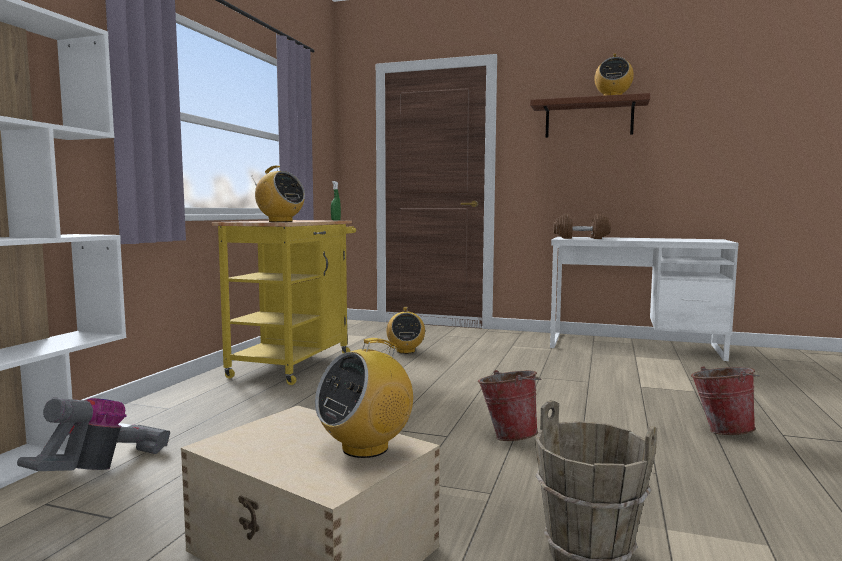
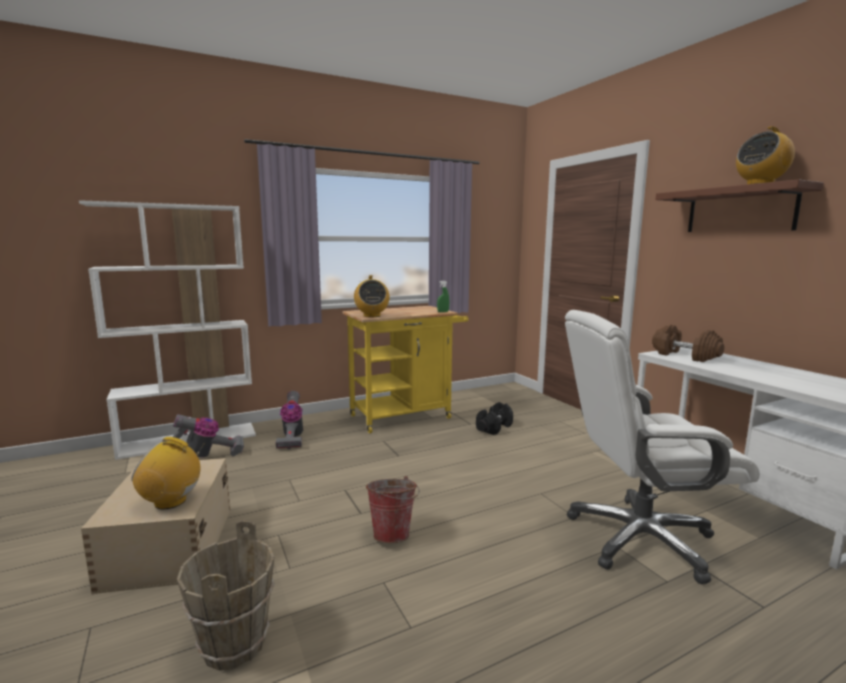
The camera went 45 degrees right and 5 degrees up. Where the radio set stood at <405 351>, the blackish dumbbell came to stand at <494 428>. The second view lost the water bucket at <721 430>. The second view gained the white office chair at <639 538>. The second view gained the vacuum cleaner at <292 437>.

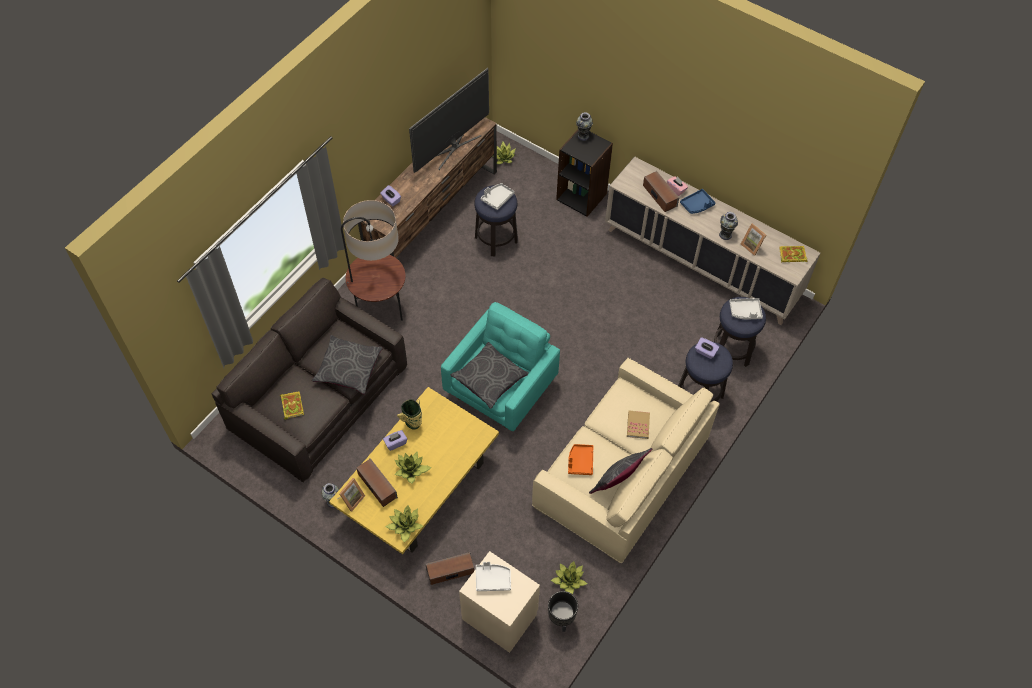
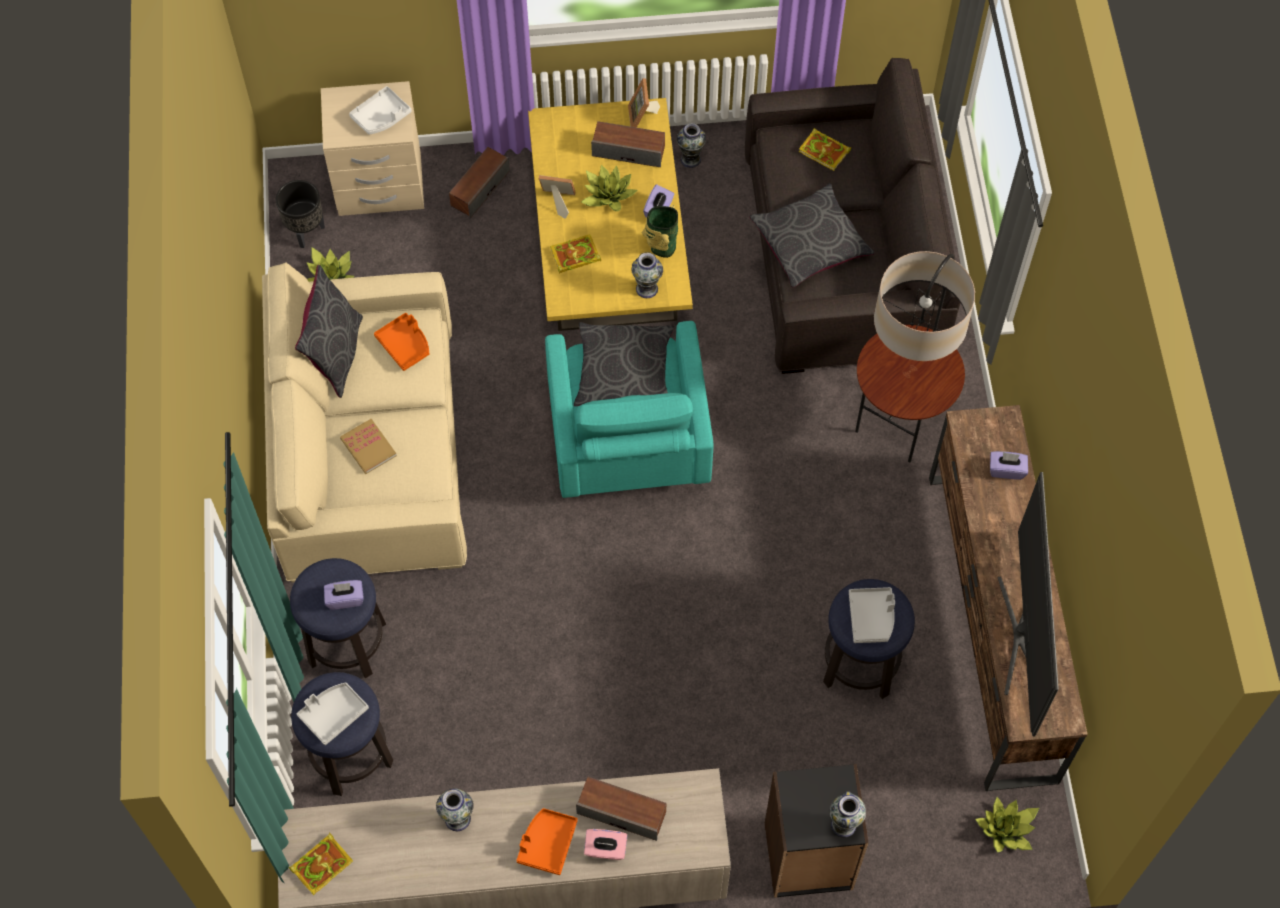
The camera went 140 degrees right and 5 degrees up. What was the blue serving tray at <697 205> turned into the orange-coloured serving tray at <547 843>. The standing frame ended up elsewhere, having gone from <752 246> to <557 201>. The second view lost the plant in a pot at <405 526>. The second view gained the volume at <574 256>. The second view gained the decorative vase at <647 288>.

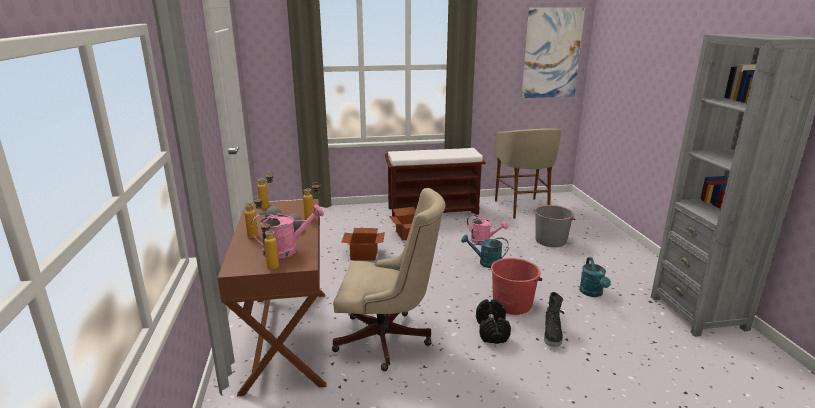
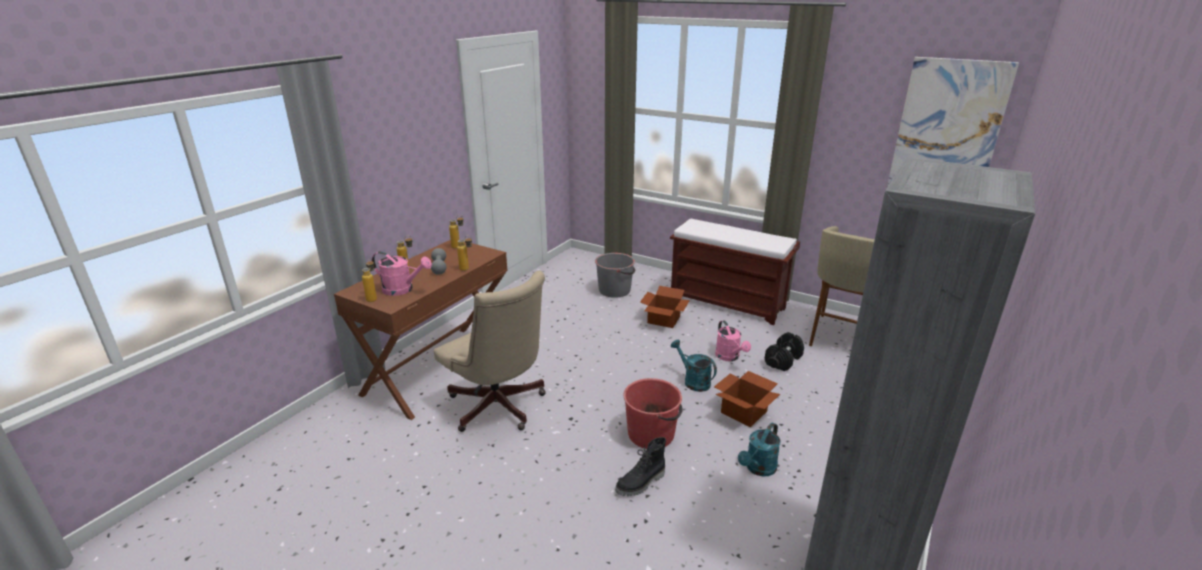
The camera went 40 degrees right and 5 degrees up. The gray water bucket ended up elsewhere, having gone from <551 240> to <615 290>. The carton ended up elsewhere, having gone from <364 254> to <745 412>. The blackish dumbbell ended up elsewhere, having gone from <492 331> to <783 360>.

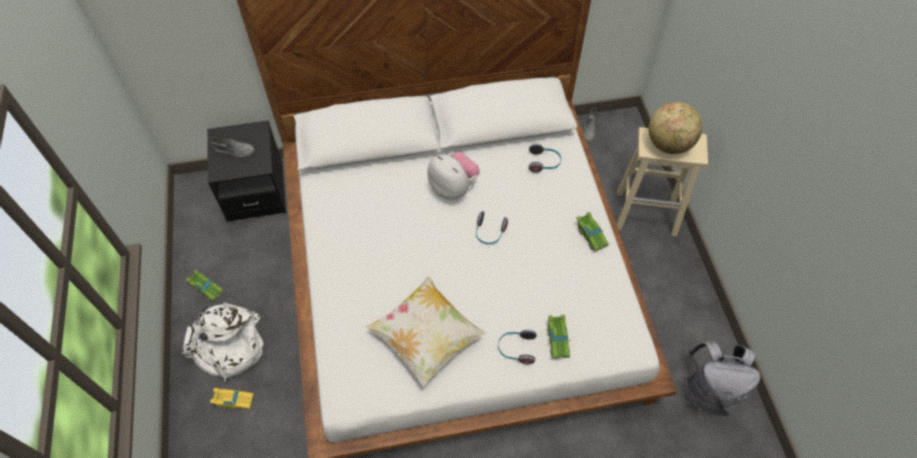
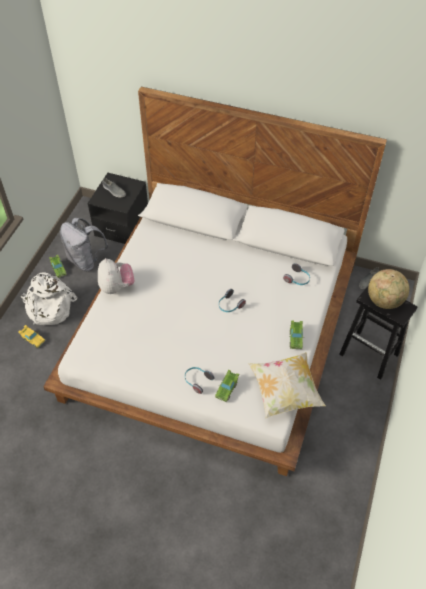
The camera went 30 degrees right and 5 degrees down. What was the sand-coloured stool seat at <647 213> turned into the blackish stool seat at <370 354>. The cuddly toy ended up elsewhere, having gone from <453 187> to <116 287>. The cushion ended up elsewhere, having gone from <426 338> to <285 392>. The gray rucksack ended up elsewhere, having gone from <707 392> to <86 260>.

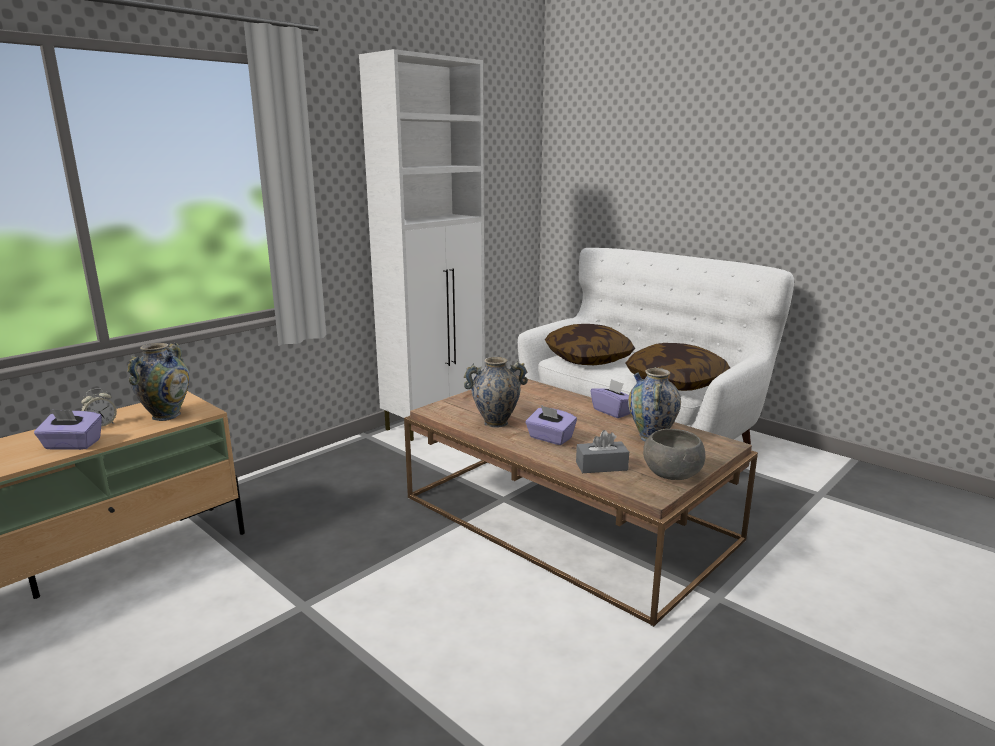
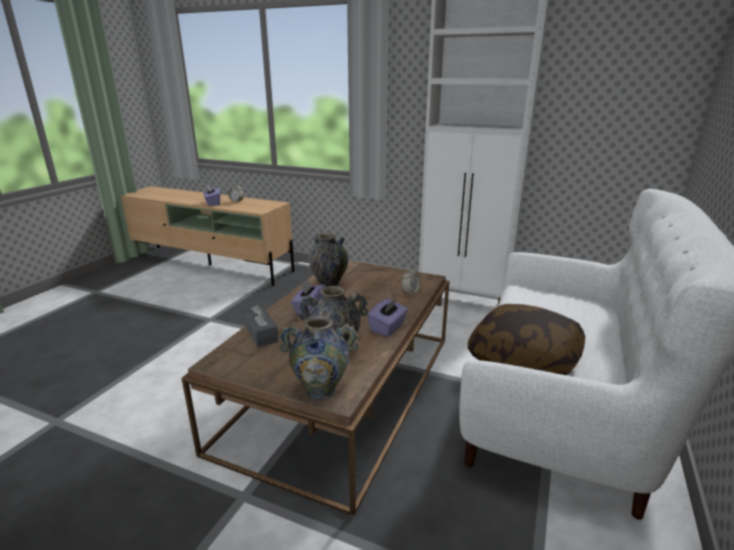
The camera went 70 degrees right and 5 degrees up. The second view lost the cushion at <588 359>. The decorative vase ended up elsewhere, having gone from <166 415> to <321 391>. The second view lost the gray deep dish at <672 473>. The second view gained the bedside clock at <410 293>.

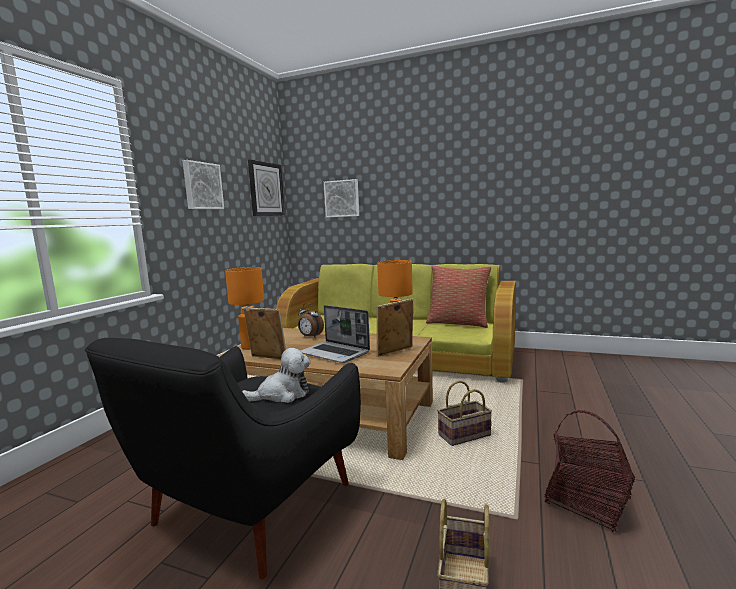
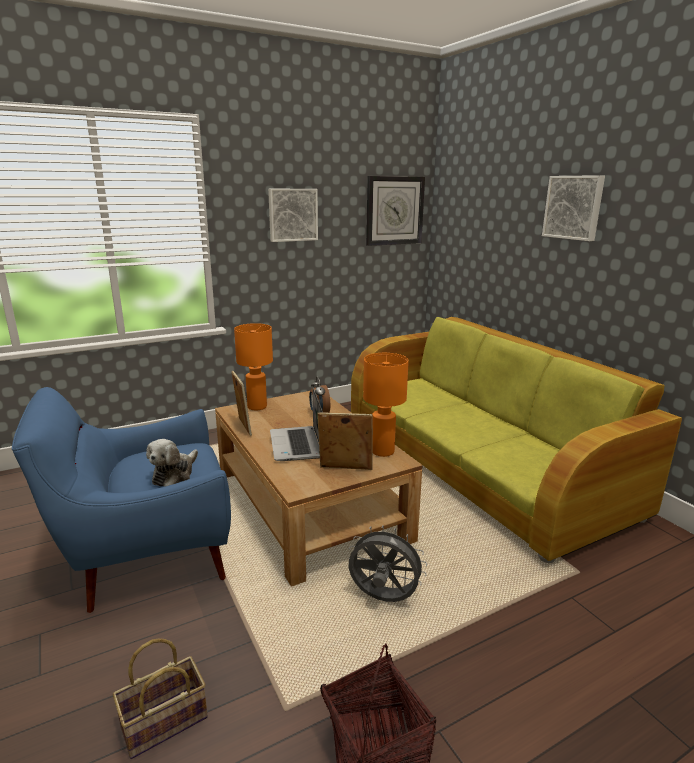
The camera went 40 degrees right and 10 degrees up. The picture ended up elsewhere, having gone from <342 198> to <574 207>. The second view lost the cushion at <458 323>. What was the blackish lounge chair at <247 510> turned into the blue lounge chair at <146 556>. The cuddly toy at <282 394> ended up facing another way, 90 degrees clockwise from before. Where the household basket stood at <464 436>, the gray fan came to stand at <383 599>.

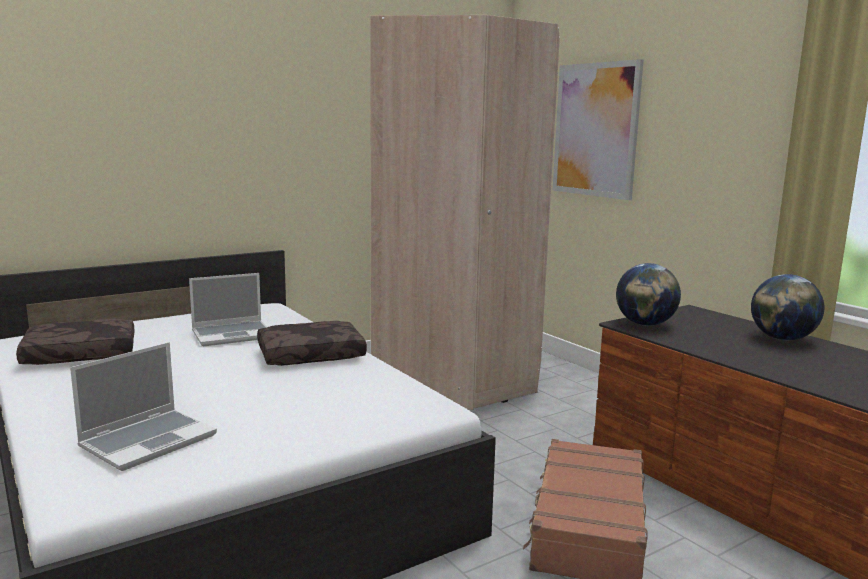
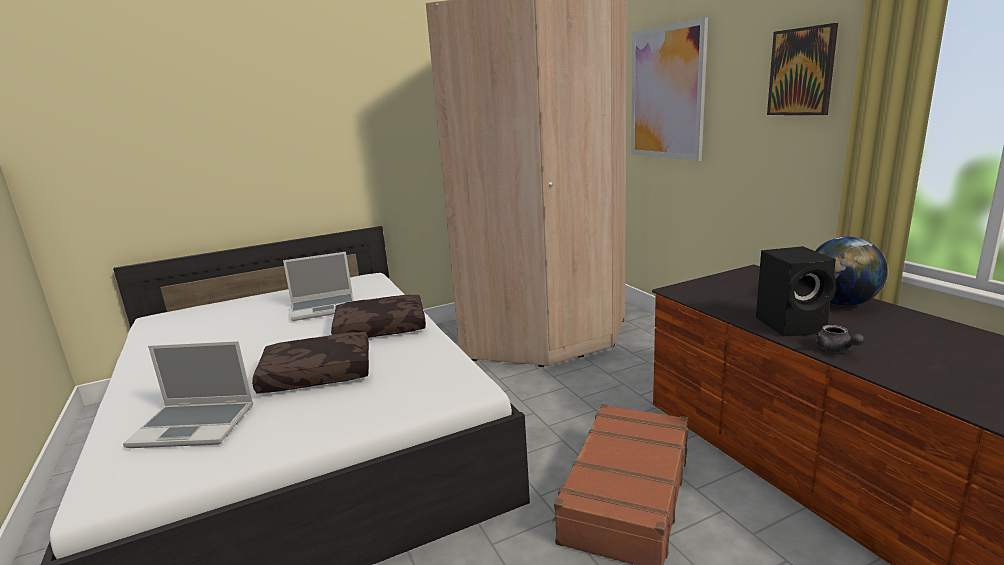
The camera went 10 degrees right and 5 degrees up. The second view lost the globe at <645 324>. The brown-coloured cushion ended up elsewhere, having gone from <79 355> to <316 375>. The notebook computer at <149 440> ended up facing another way, 45 degrees clockwise from before. The second view gained the picture at <801 72>. The second view gained the blackish loudspeaker at <792 325>. The second view gained the gray teapot at <835 350>.

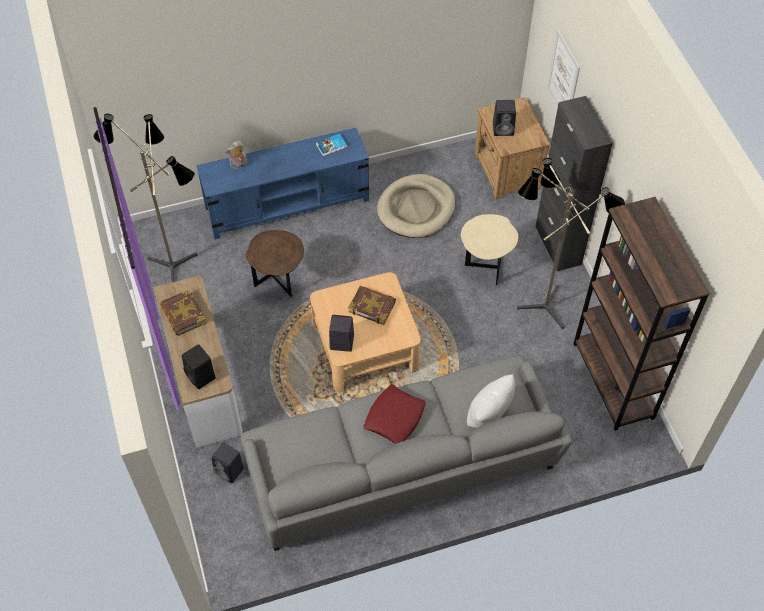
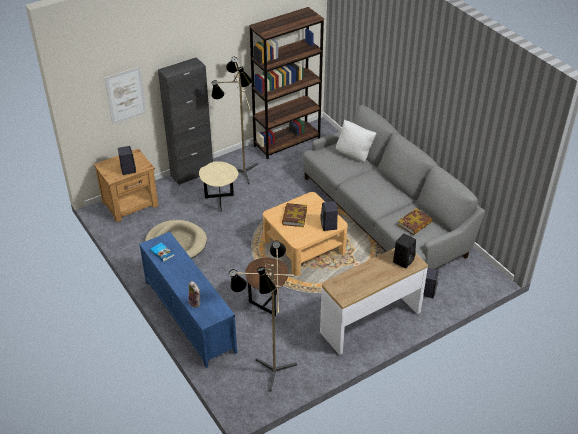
The camera went 105 degrees left and 15 degrees down. The volume ended up elsewhere, having gone from <183 315> to <415 224>. The second view lost the red cushion at <394 417>.

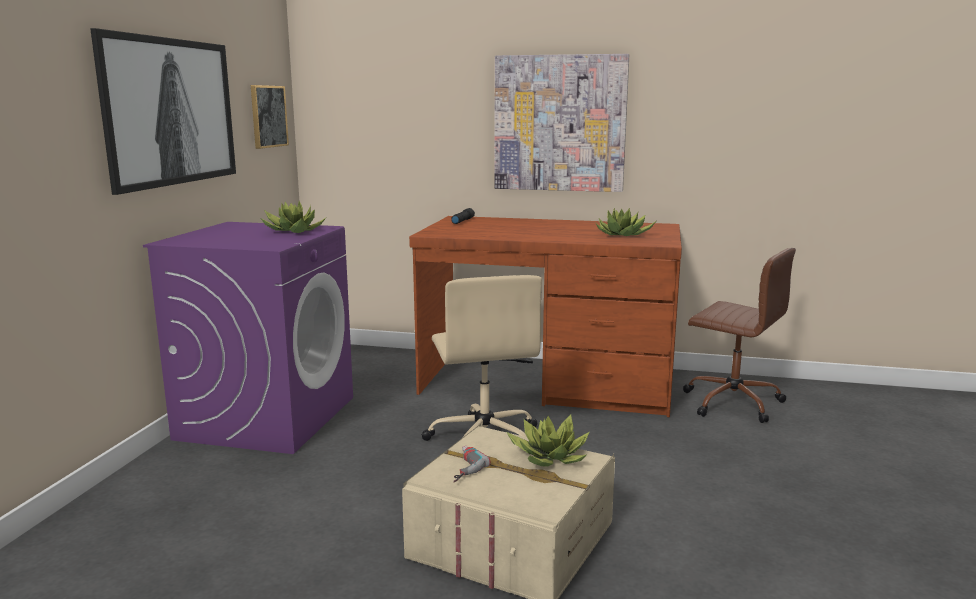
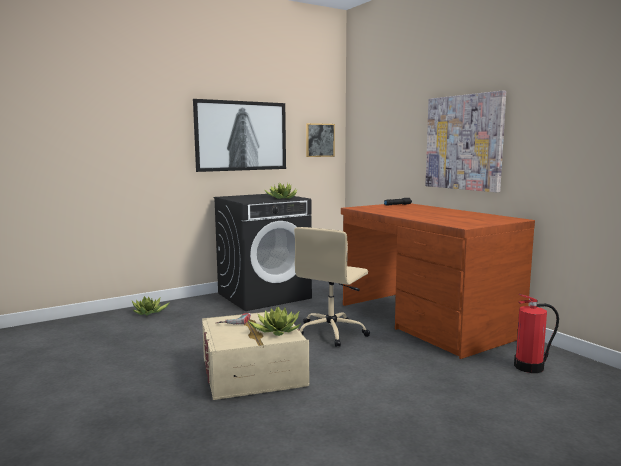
The camera went 45 degrees right and 5 degrees down. The plant in a pot ended up elsewhere, having gone from <623 235> to <149 313>. What was the purplish washing machine at <267 417> turned into the blackish washing machine at <264 295>. Where the brown-coloured office chair stood at <731 402>, the extinguisher came to stand at <530 367>.

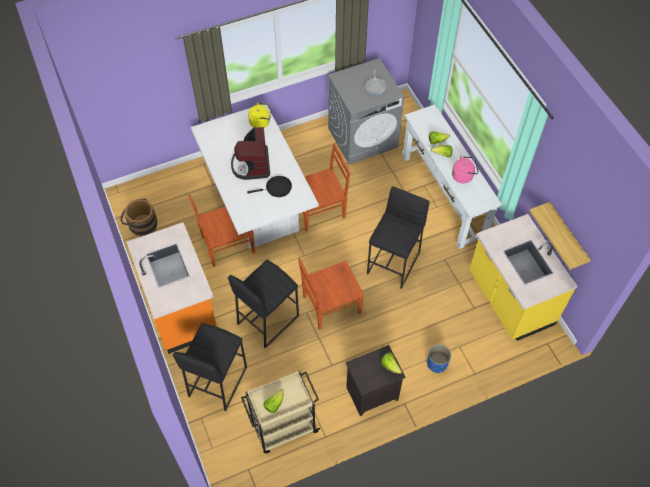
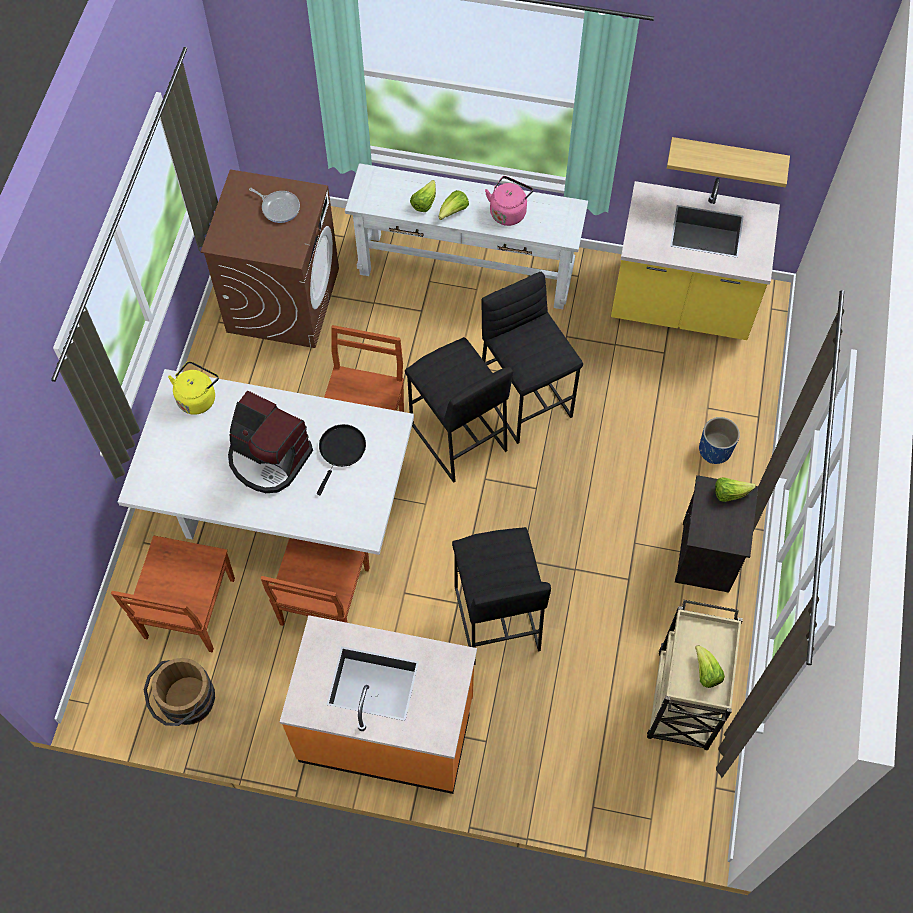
The camera went 55 degrees left and 5 degrees up. What was the gray washing machine at <363 137> turned into the brown-coloured washing machine at <283 299>. The brown-coloured chair ended up elsewhere, having gone from <330 305> to <188 610>. The blackish stool seat ended up elsewhere, having gone from <217 381> to <457 437>.

